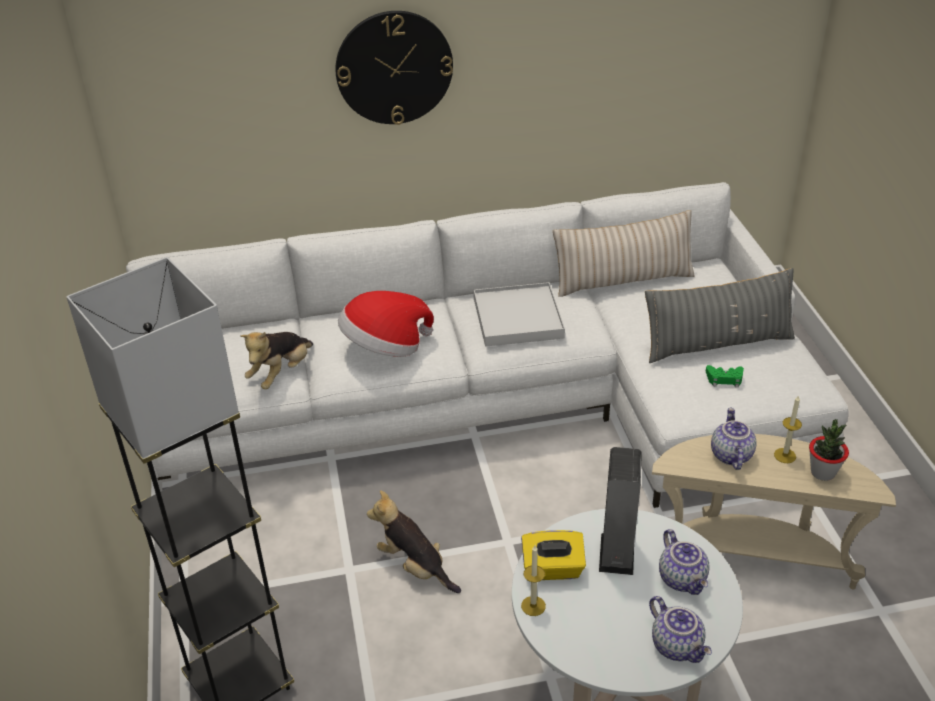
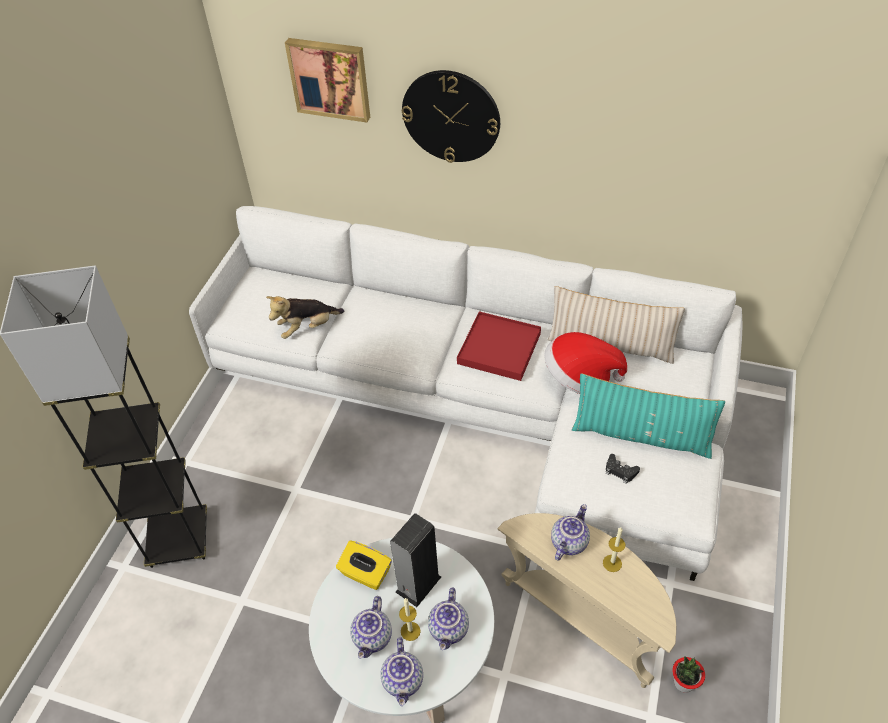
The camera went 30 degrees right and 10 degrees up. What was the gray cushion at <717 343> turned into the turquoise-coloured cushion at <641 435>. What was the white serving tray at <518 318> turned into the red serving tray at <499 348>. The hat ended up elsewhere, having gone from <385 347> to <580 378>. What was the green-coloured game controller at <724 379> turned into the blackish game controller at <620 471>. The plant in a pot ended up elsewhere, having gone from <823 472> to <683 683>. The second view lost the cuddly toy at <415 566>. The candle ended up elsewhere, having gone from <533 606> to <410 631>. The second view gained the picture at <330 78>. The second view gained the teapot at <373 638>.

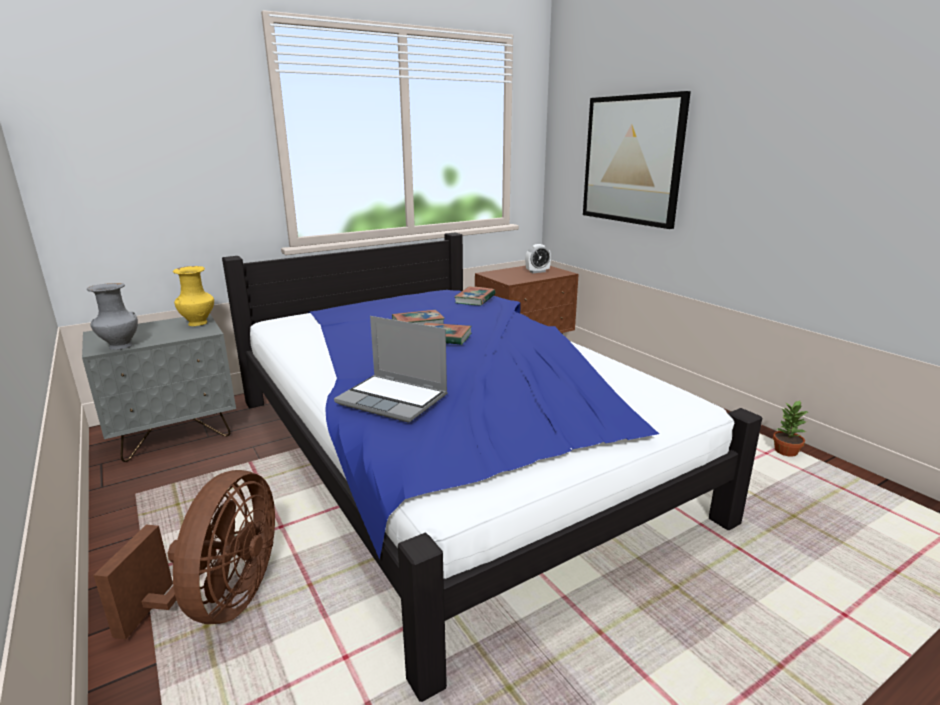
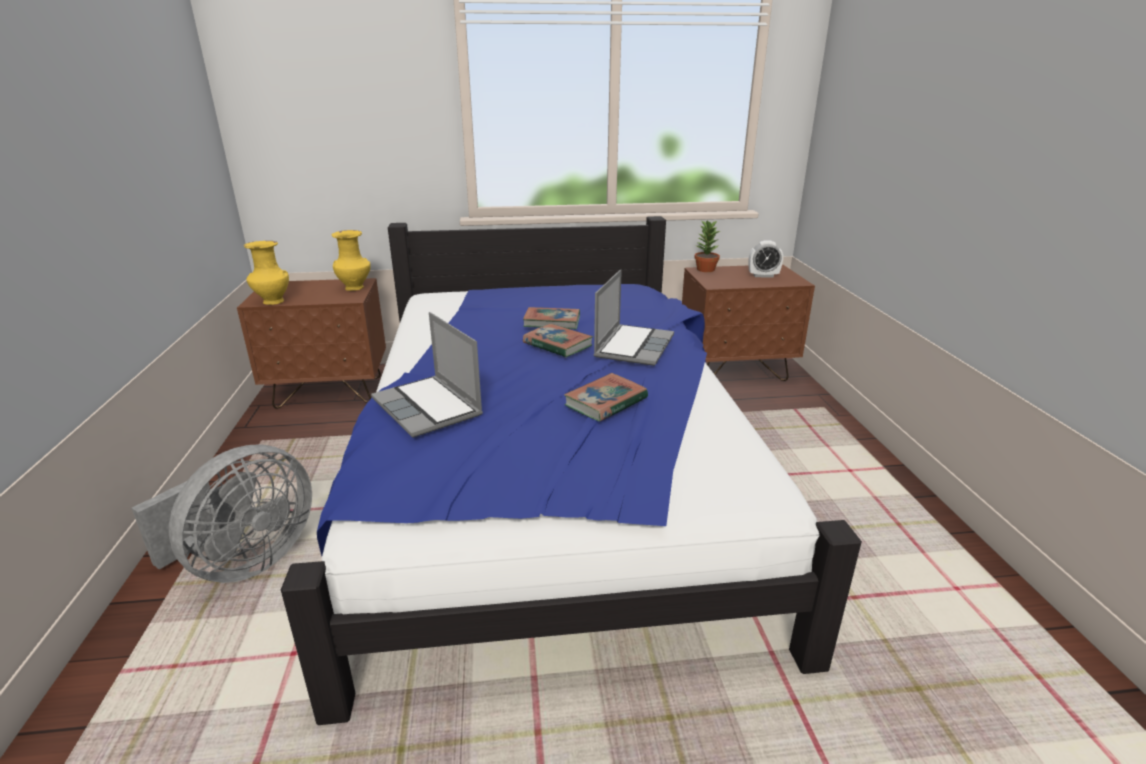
The camera went 25 degrees right and 5 degrees up. The second view lost the picture at <632 160>. What was the gray decorative vase at <119 346> turned into the yellowish decorative vase at <272 302>. The volume ended up elsewhere, having gone from <475 299> to <606 402>. What was the gray bedside table at <175 435> turned into the brown-coloured bedside table at <330 392>. The plant in a pot ended up elsewhere, having gone from <785 452> to <705 269>. What was the brown-coloured fan at <220 602> turned into the gray fan at <245 562>. The second view gained the notebook computer at <633 346>.

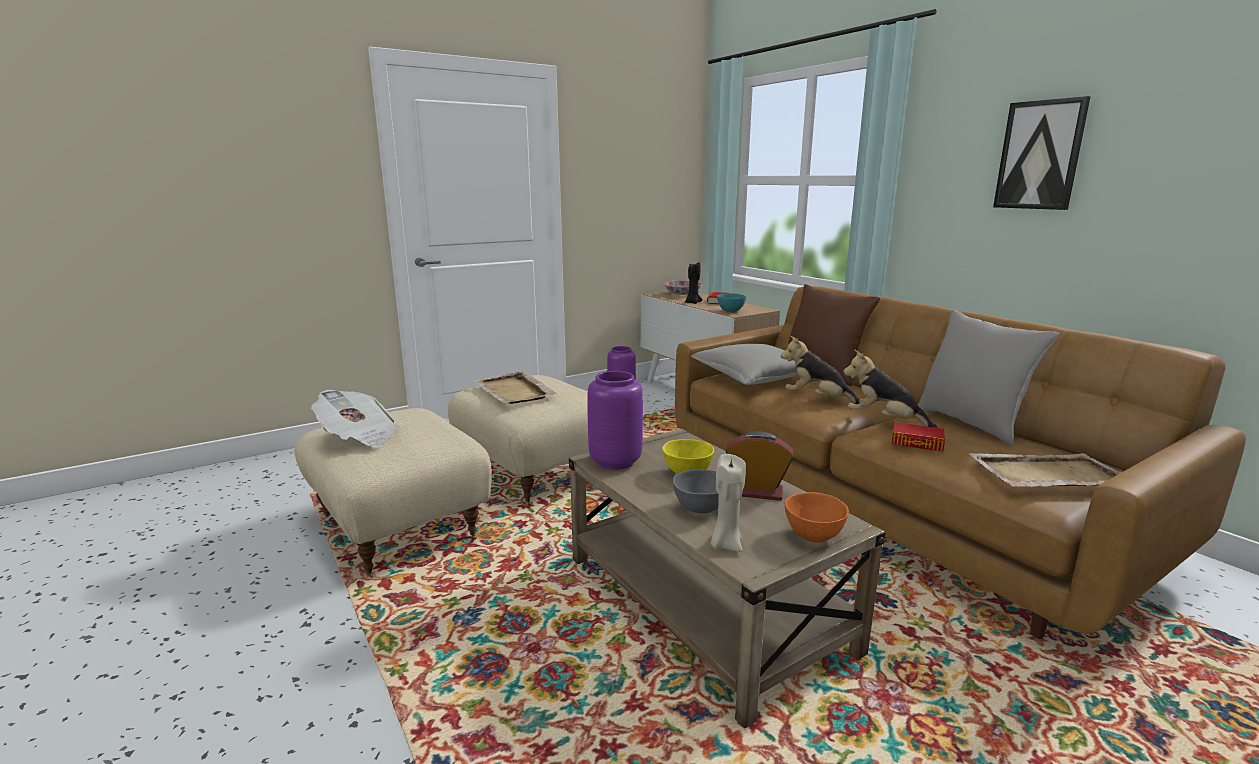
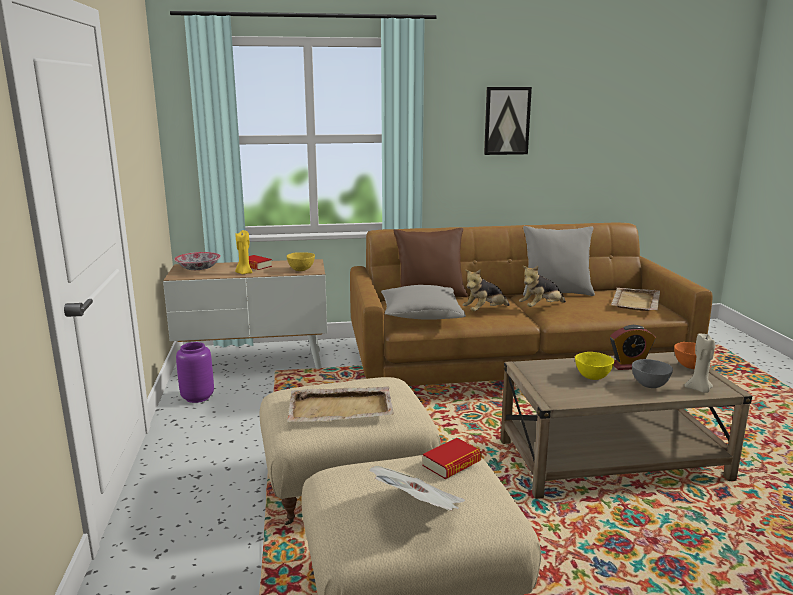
The camera went 65 degrees left and 0 degrees up. What was the blackish candle at <692 302> turned into the yellowish candle at <244 273>. What was the turquoise-coloured deep dish at <731 311> turned into the yellowish deep dish at <301 270>. The second view lost the purplish decorative vase at <614 461>. The volume ended up elsewhere, having gone from <917 442> to <451 464>. The bedside clock at <756 492> ended up facing another way, 135 degrees counterclockwise from before.

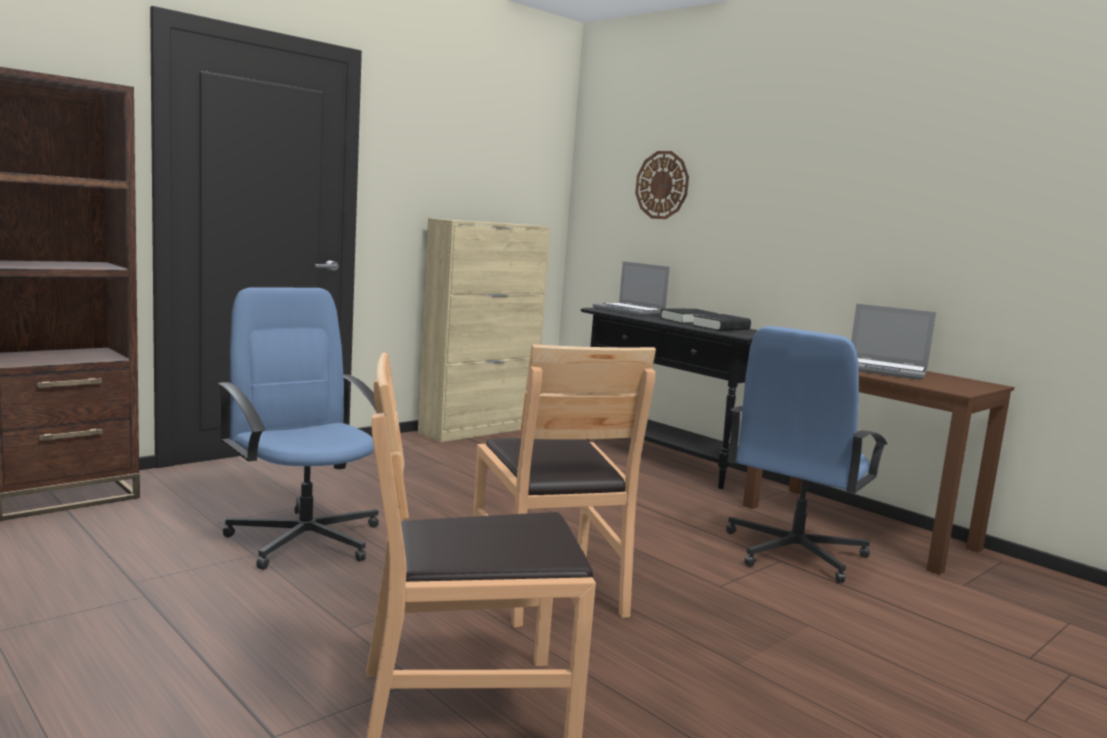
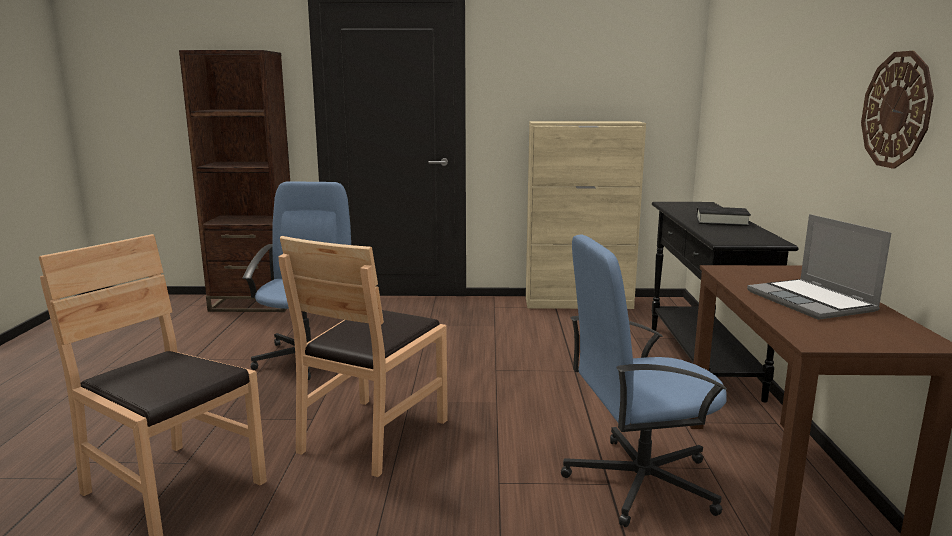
The camera went 45 degrees right and 5 degrees up. The clock on the wall ended up elsewhere, having gone from <662 185> to <897 110>. The second view lost the notebook computer at <630 311>. The second view lost the blackish volume at <721 328>.

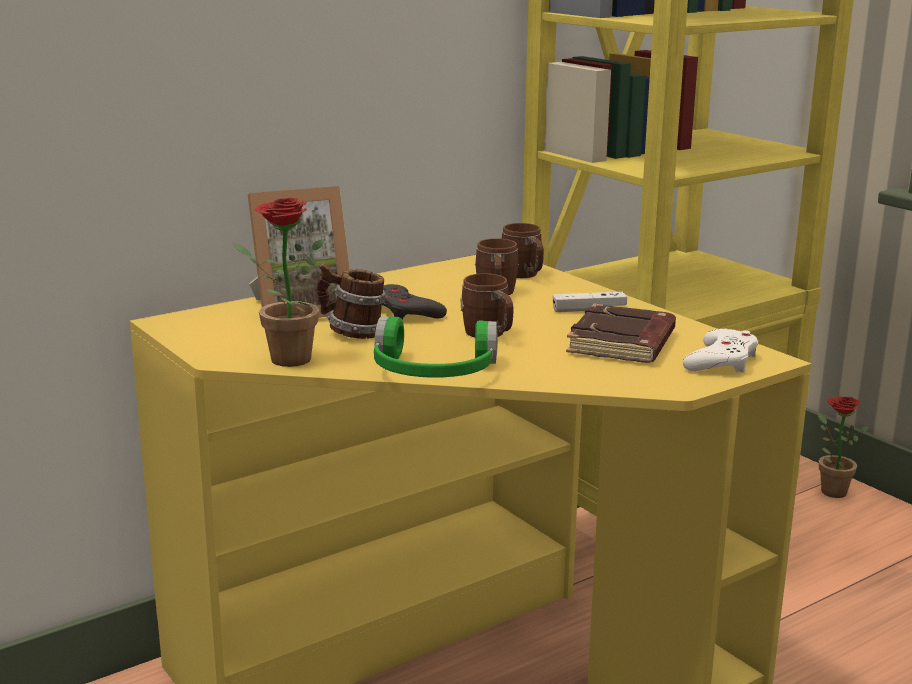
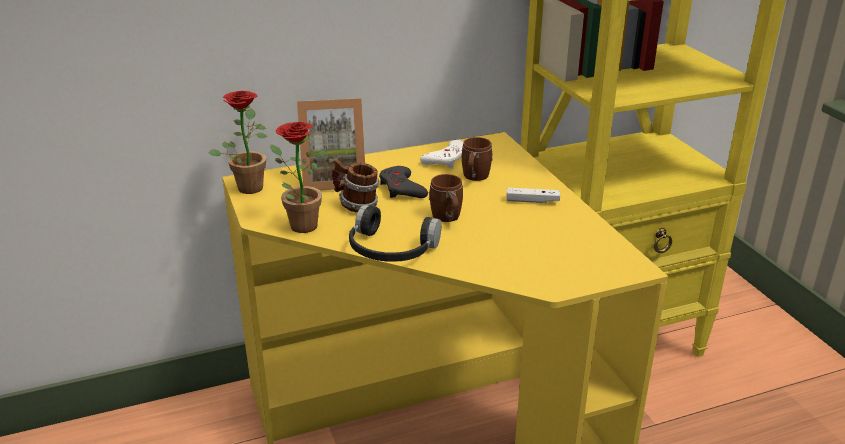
The camera went 15 degrees right and 10 degrees up. The second view lost the brown-coloured coffee mug at <524 276>. The second view lost the brown-coloured volume at <623 344>. What was the green-coloured pair of headphones at <433 372> turned into the blackish pair of headphones at <390 250>. The white game controller ended up elsewhere, having gone from <721 361> to <448 159>. The plant in a pot ended up elsewhere, having gone from <829 490> to <249 185>.

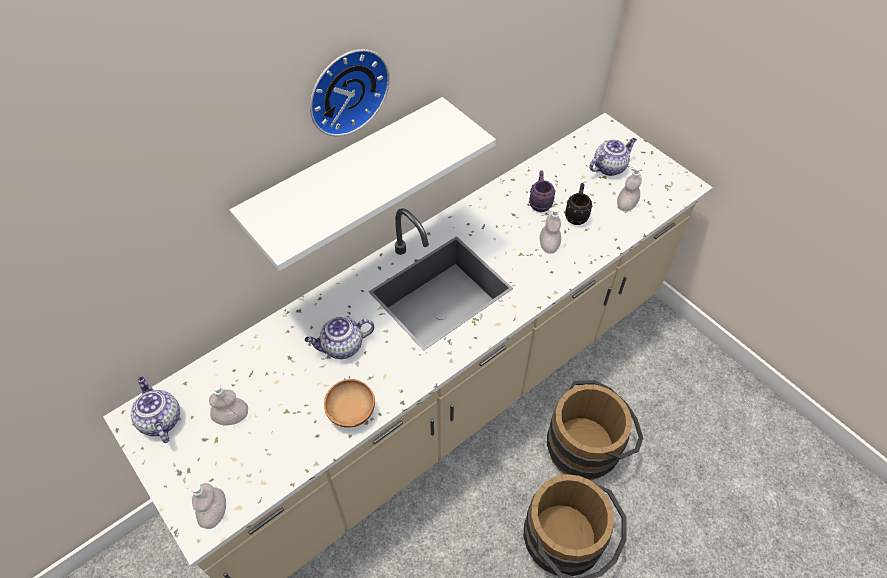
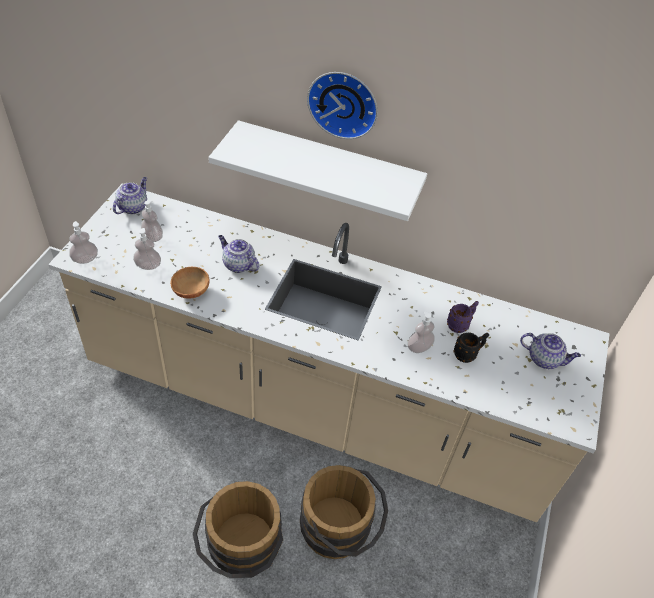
The camera went 55 degrees right and 5 degrees down. The soap bottle ended up elsewhere, having gone from <626 205> to <148 265>.

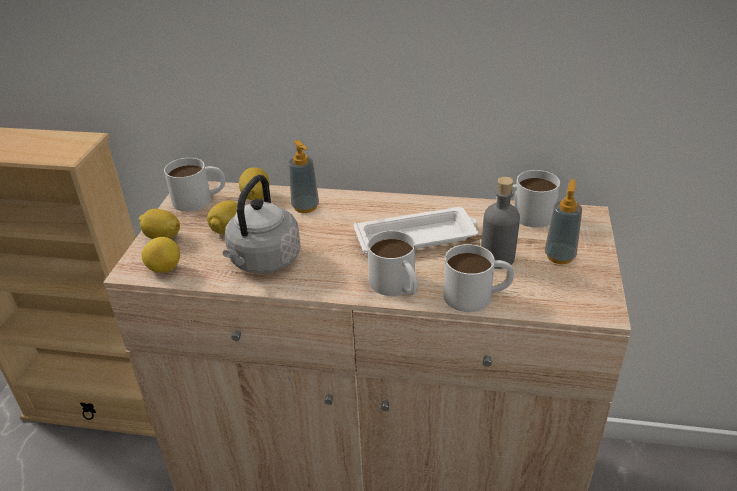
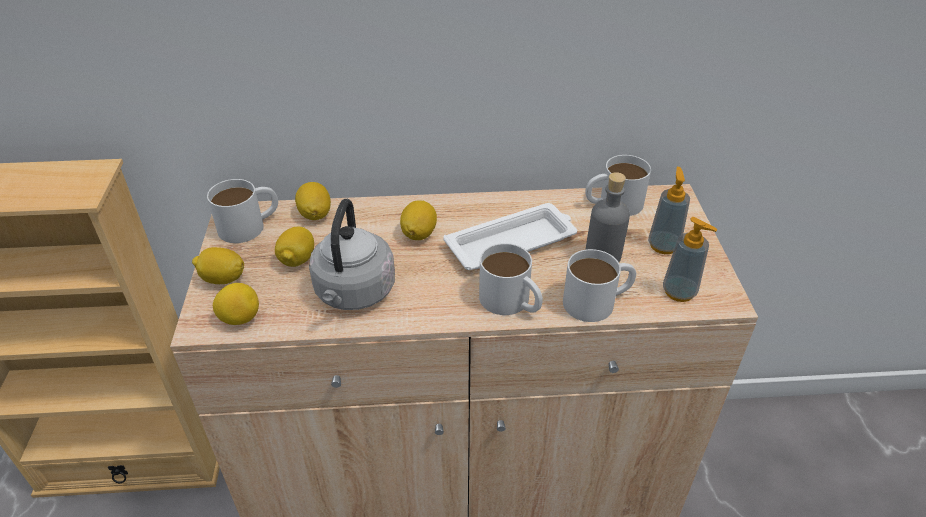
The camera went 15 degrees left and 5 degrees up. The soap bottle ended up elsewhere, having gone from <305 207> to <679 292>. The second view gained the whole lemon at <419 233>.

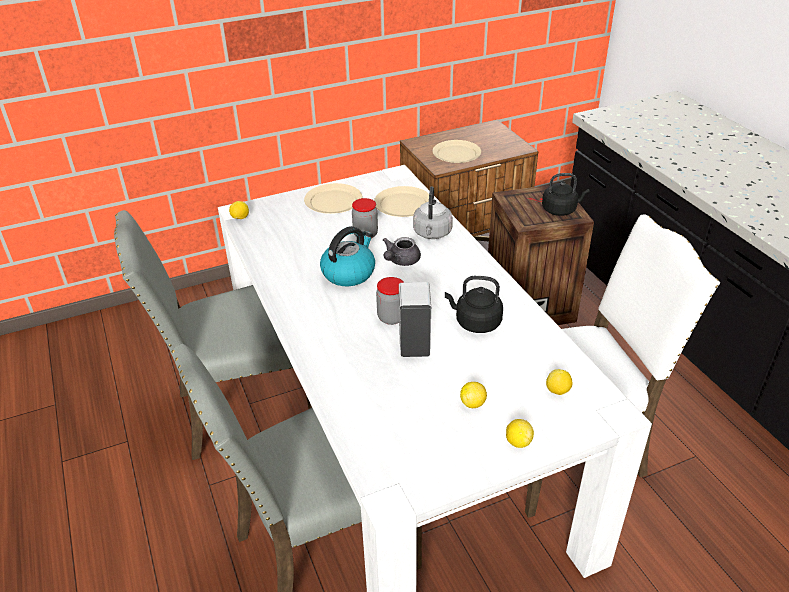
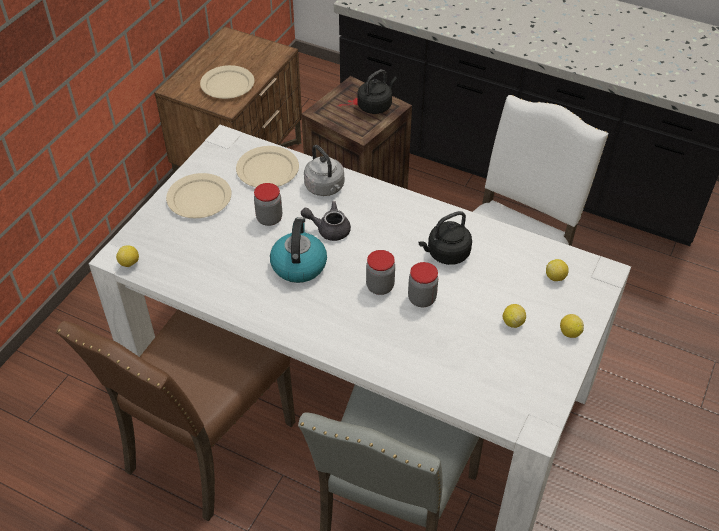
The camera went 40 degrees left and 10 degrees up. What was the gray chair at <243 410> turned into the brown-coloured chair at <205 447>. The gray teapot at <400 261> ended up facing another way, 105 degrees clockwise from before. Where the white soap bottle stood at <414 343>, the storage jar came to stand at <422 299>.

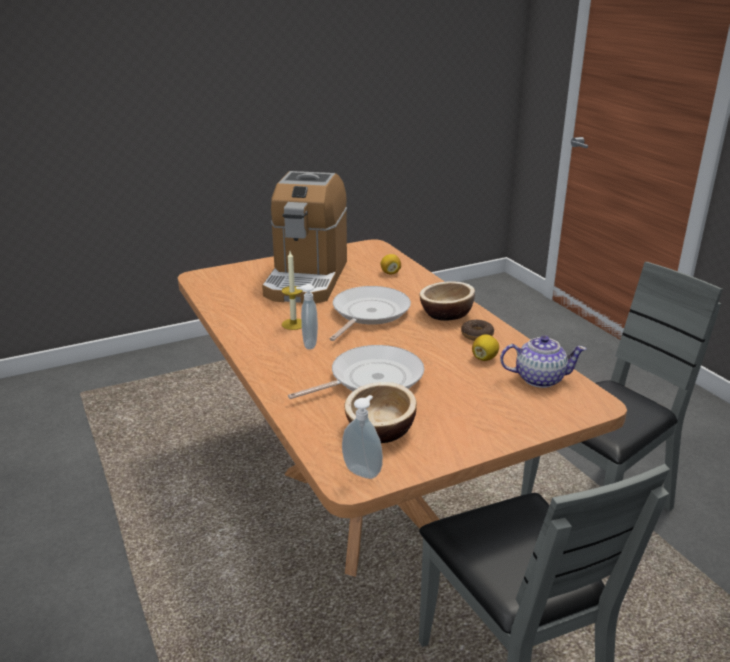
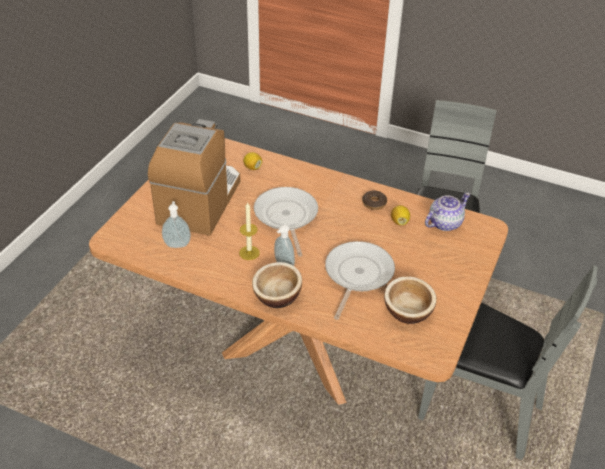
The camera went 40 degrees left and 15 degrees up. The coffee maker at <307 278> ended up facing another way, 135 degrees counterclockwise from before. The deep dish ended up elsewhere, having gone from <446 314> to <277 296>. The soap bottle ended up elsewhere, having gone from <363 471> to <177 244>.

